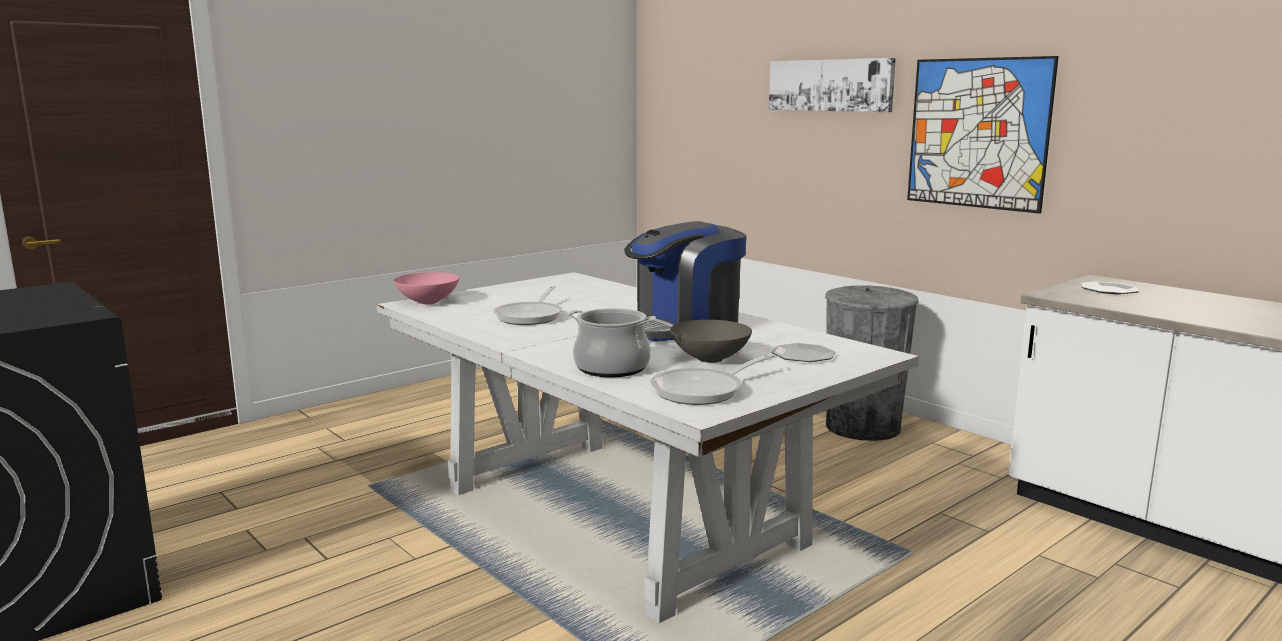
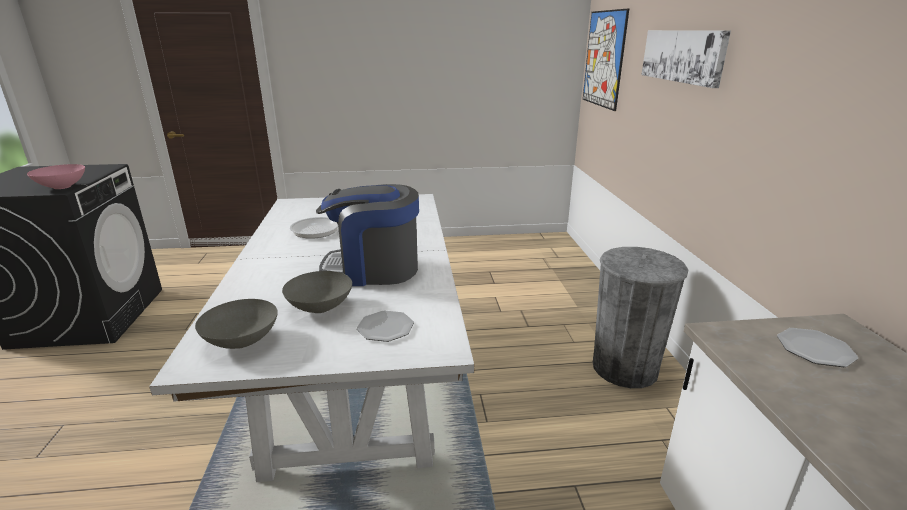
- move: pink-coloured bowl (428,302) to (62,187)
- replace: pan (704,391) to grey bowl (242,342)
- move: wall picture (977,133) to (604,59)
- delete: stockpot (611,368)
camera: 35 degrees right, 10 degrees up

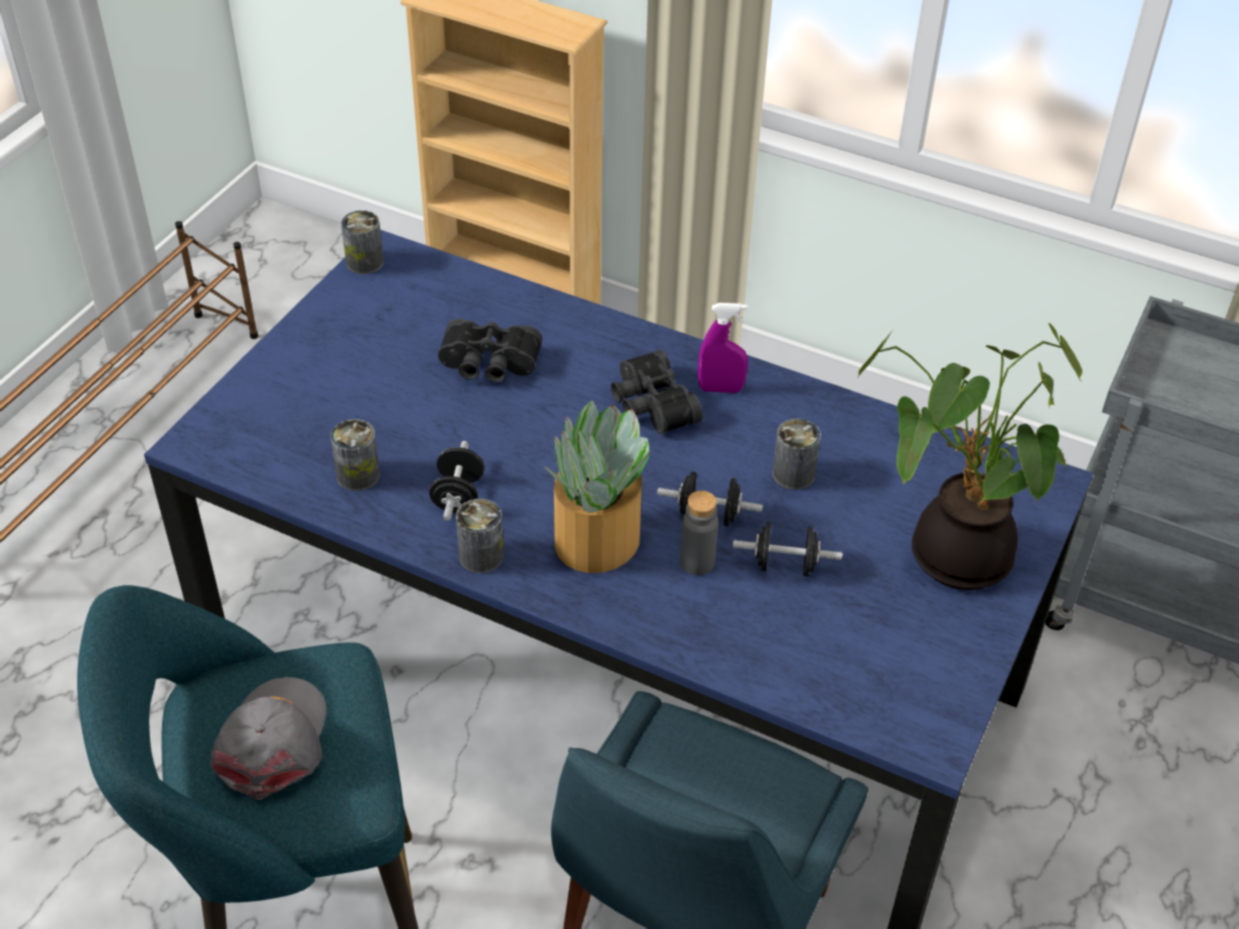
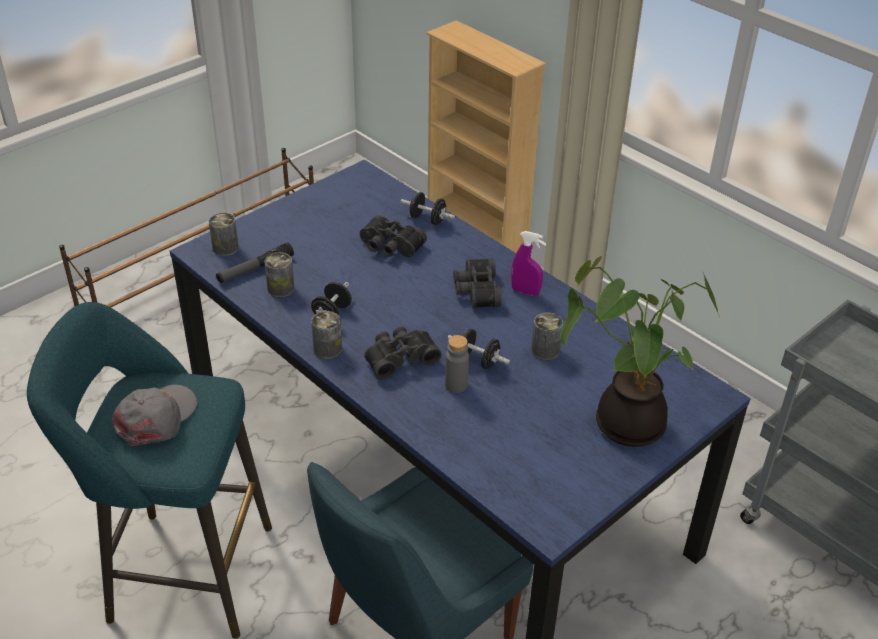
- move: can (364,262) to (225,248)
- insert: torch (255,269)
- replace: potted plant (595,541) to black-coloured field glasses (399,358)
- move: black-coloured free weight (785,565) to (427,220)
camera: 20 degrees right, 5 degrees down

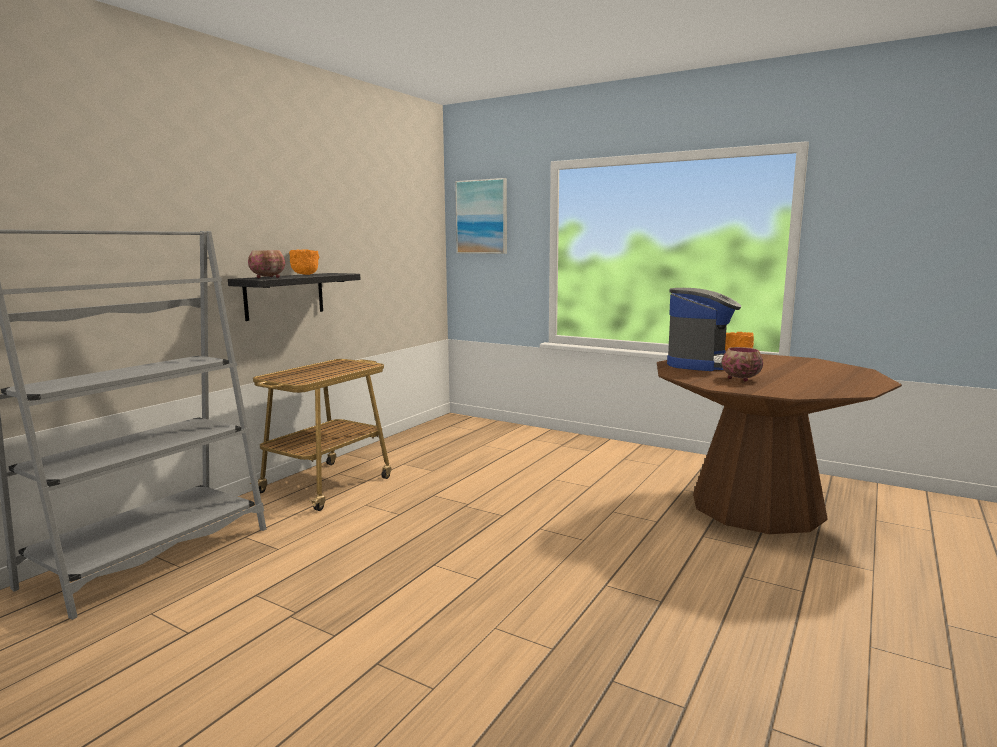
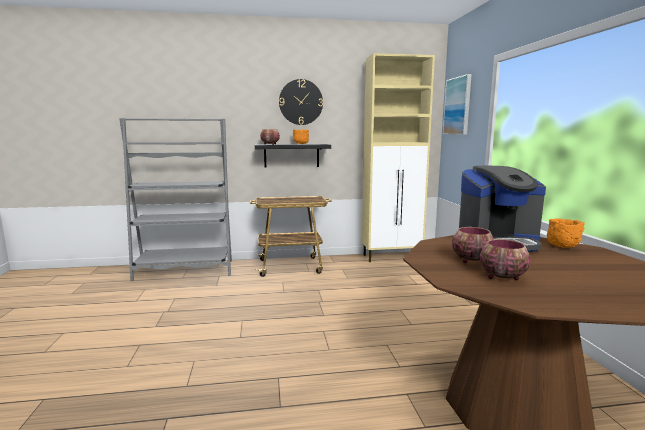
- insert: wall clock (301,102)
- insert: beige cupboard (392,257)
- insert: bowl (501,277)
camera: 50 degrees right, 0 degrees up

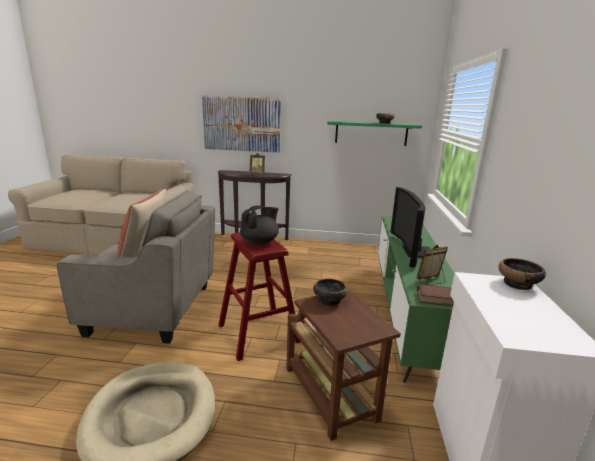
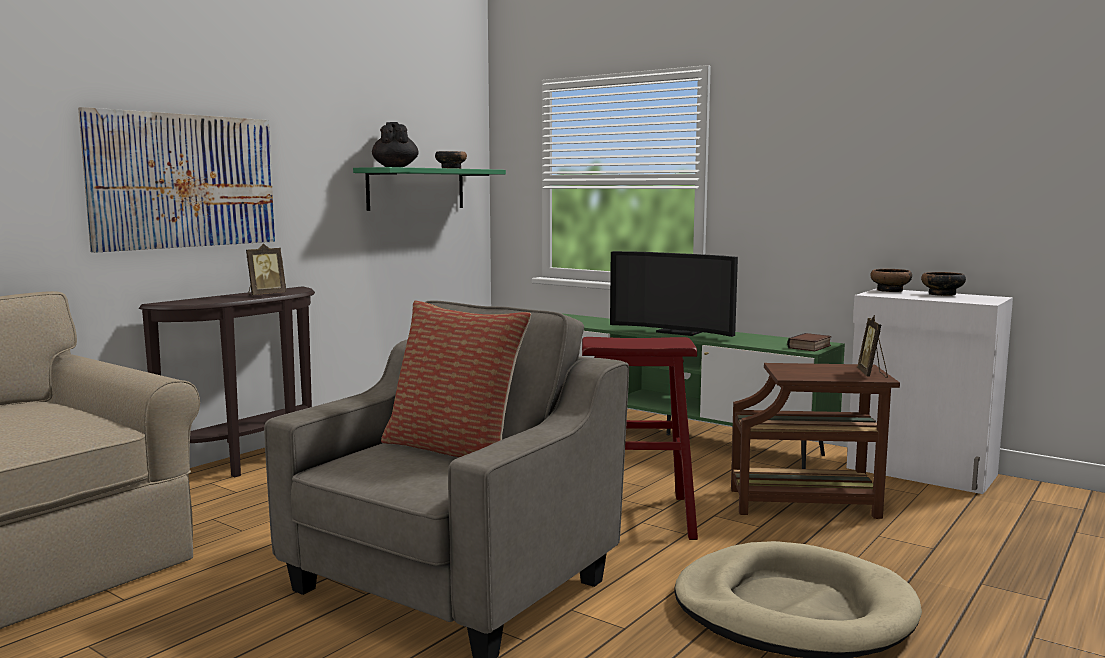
- move: black-coloured teapot (260,242) to (395,167)
- move: picture frame (431,281) to (872,375)
- move: bowl (329,300) to (942,294)
camera: 60 degrees left, 10 degrees down

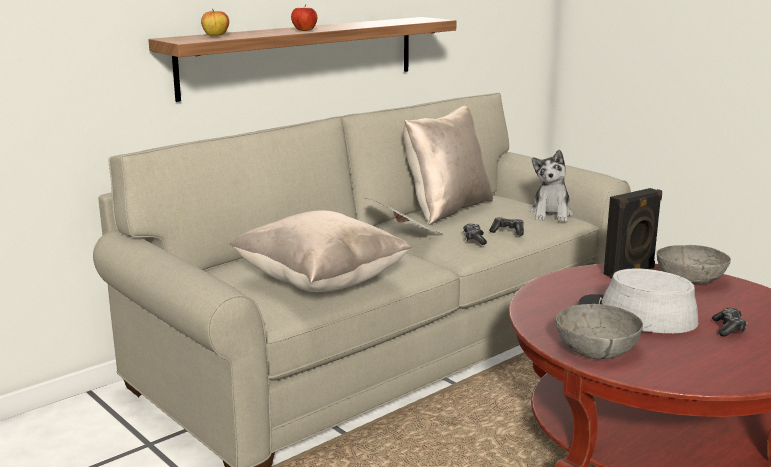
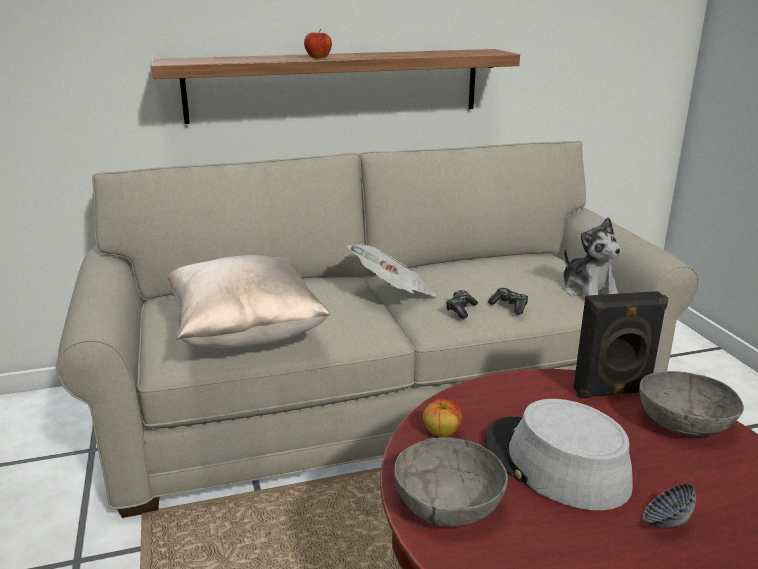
- move: apple (216,35) to (441,432)
- rotate: plush toy (551,214) = (588,292) 60 degrees counterclockwise
- replace: gamepad (728,328) to bowl (665,522)
- delete: beige cushion (446,209)
camera: 25 degrees right, 5 degrees up

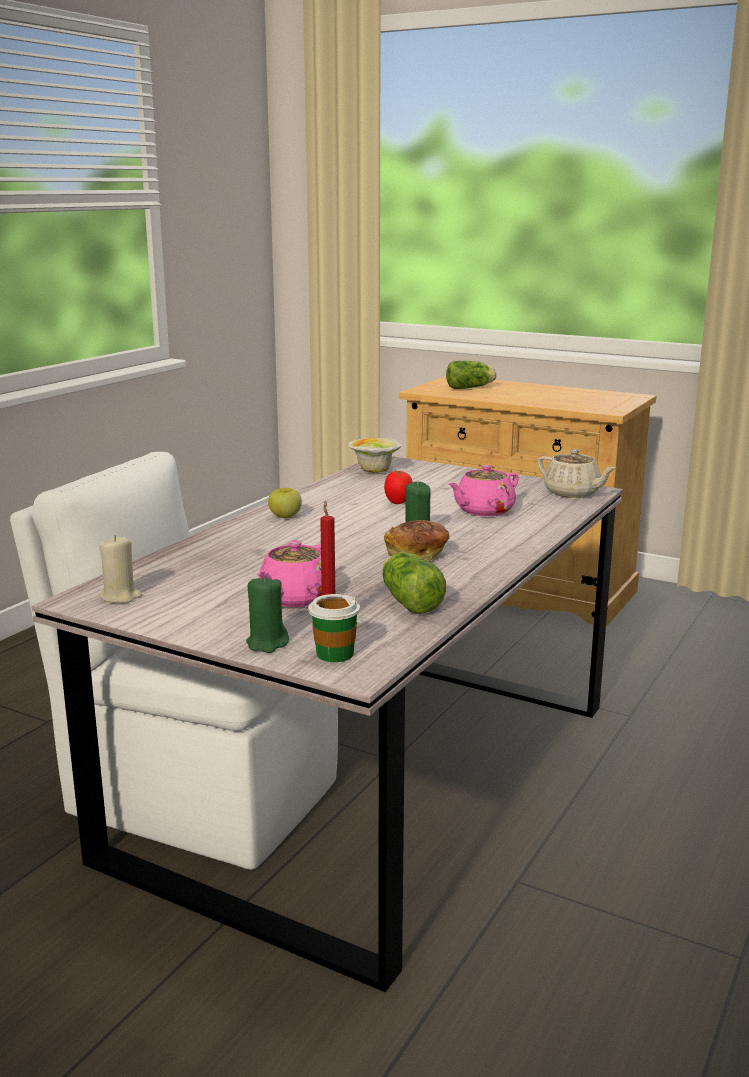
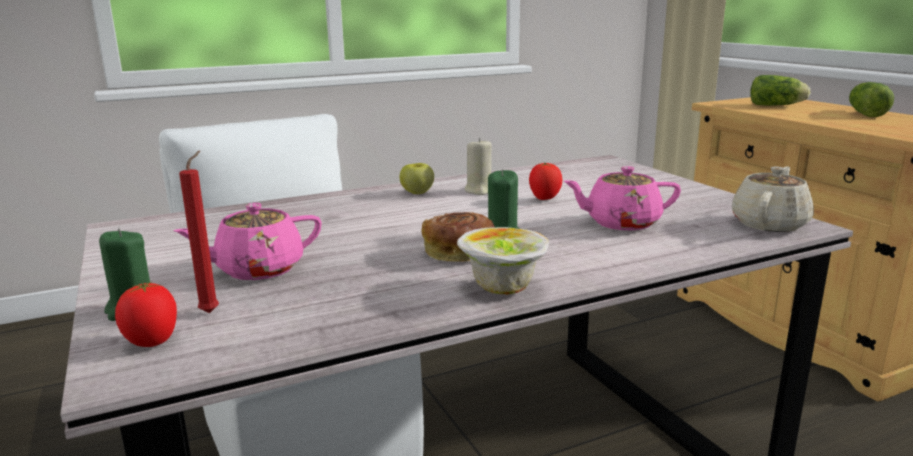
- replace: small cup (334,654) to tomato (153,343)
- move: bowl (374,471) to (502,289)
- move: beige wax light (120,597) to (480,191)
- rotate: beige teapot (573,493) = (770,223) 135 degrees counterclockwise
- move: head of lettuce (409,601) to (865,113)
camera: 35 degrees right, 0 degrees up

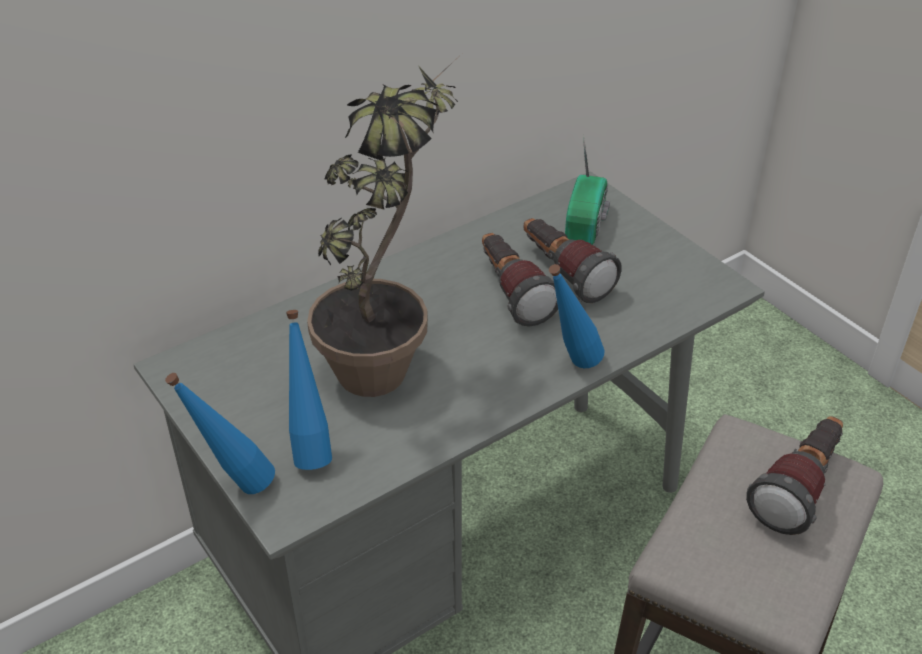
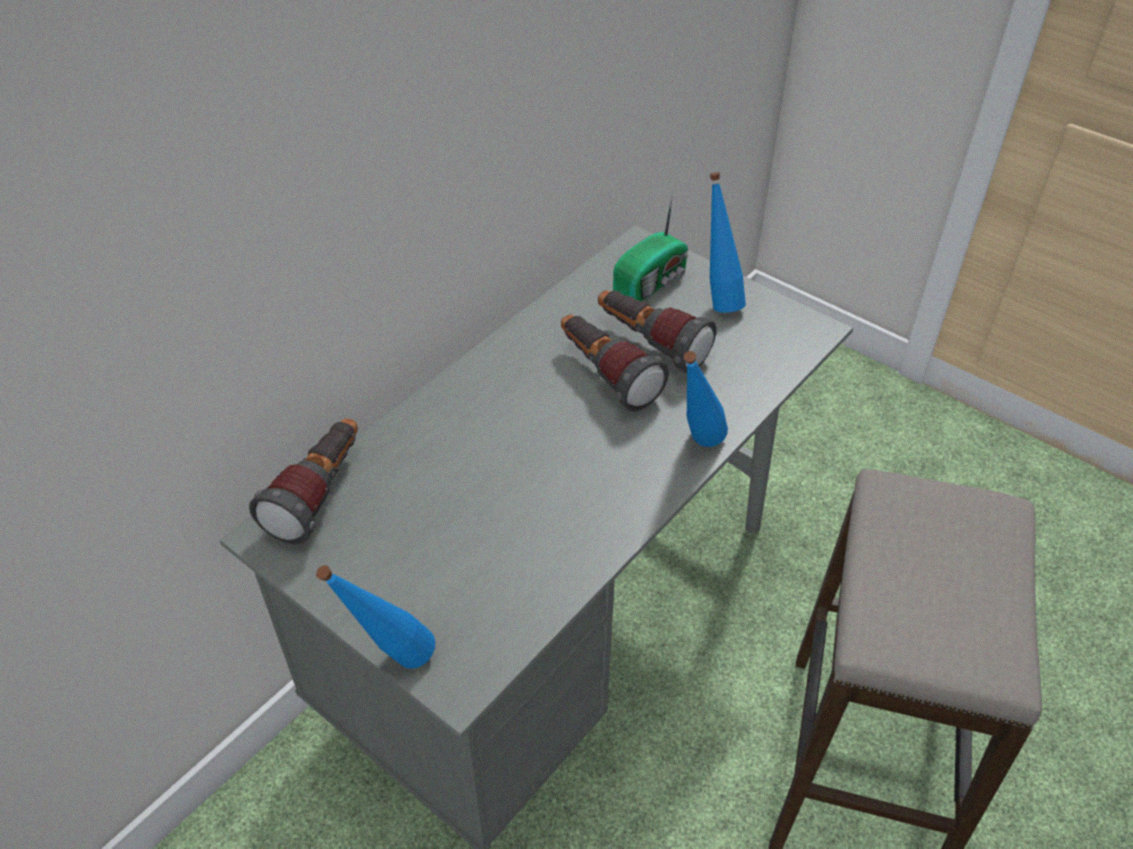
- move: torch (799,488) to (320,494)
- rotate: radio (587,222) = (652,282) 45 degrees clockwise
- move: blue-coloured drink bottle (311,448) to (718,299)
- delete: potted plant (387,358)
camera: 15 degrees left, 5 degrees up

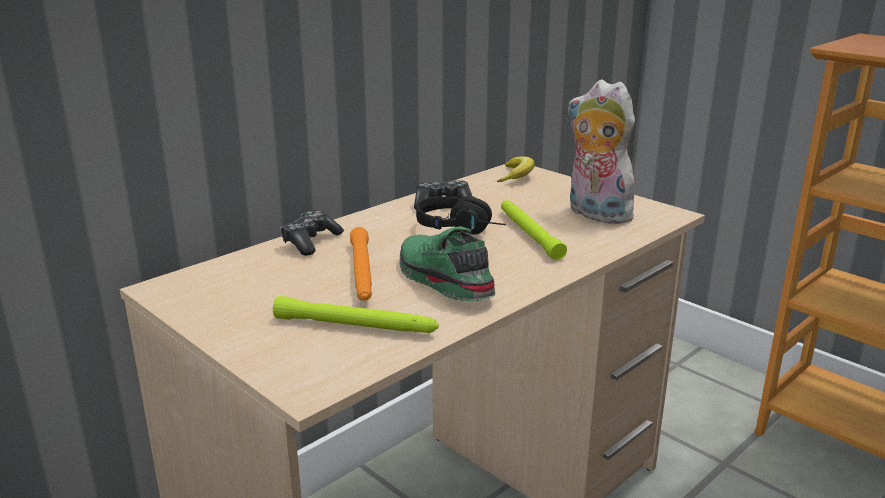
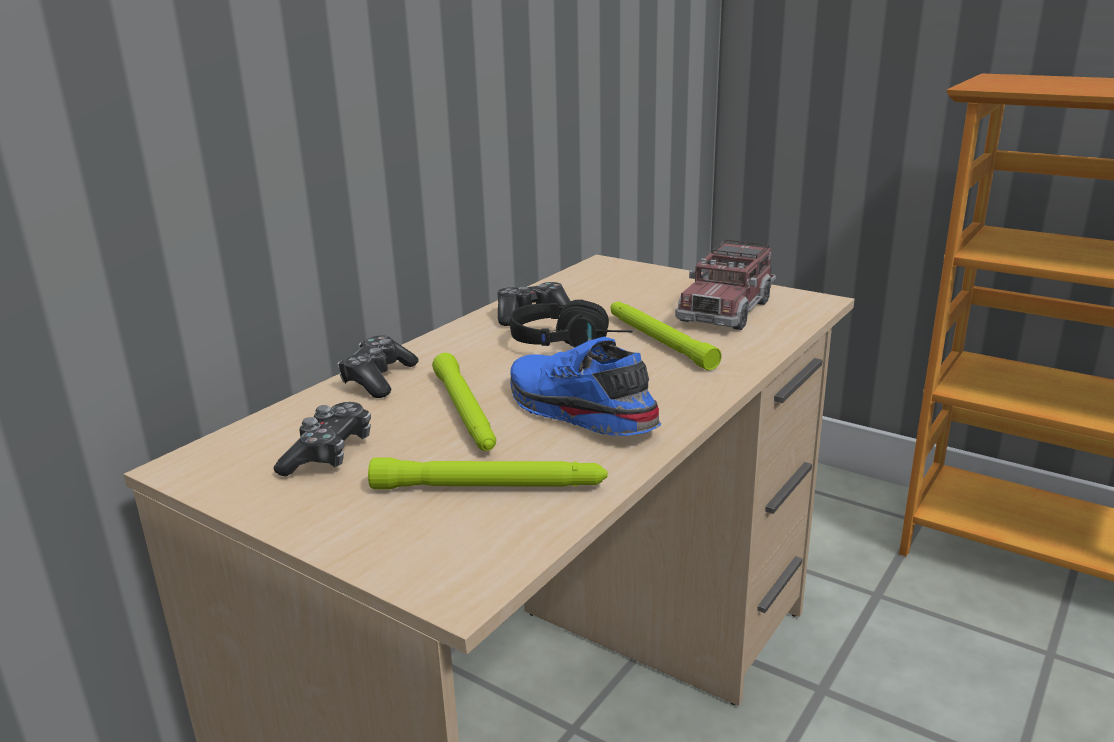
- insert: gamepad (329,454)
- recolor: orange torch (362,272) to greenish torch (465,412)
- recolor: greenish shoe (442,280) to blue-coloured shoe (577,412)
- replace: plush toy (594,214) to toy lorry (726,309)
- delete: banana fruit (516,176)
camera: 10 degrees left, 0 degrees up

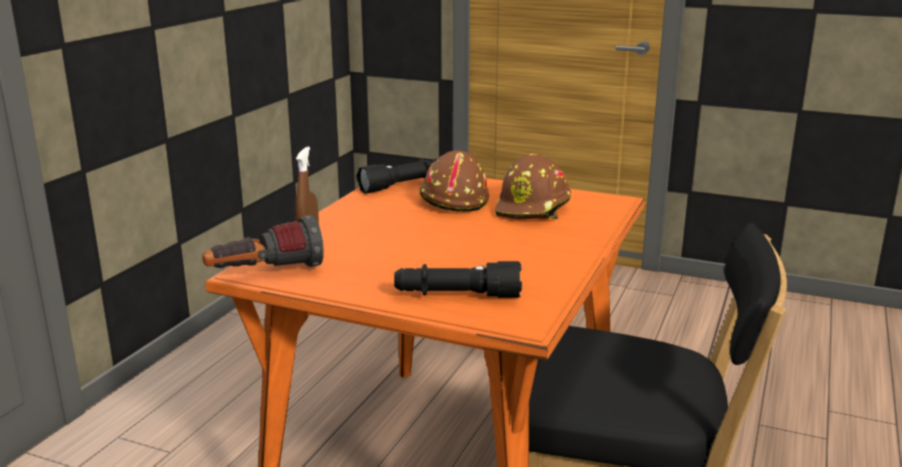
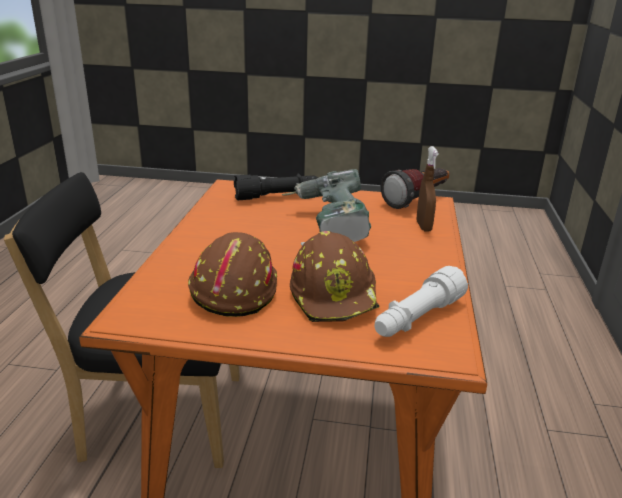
- insert: power drill (327,226)
- recolor: black-coloured torch (403,185) to whitish torch (417,318)
camera: 165 degrees right, 5 degrees up

